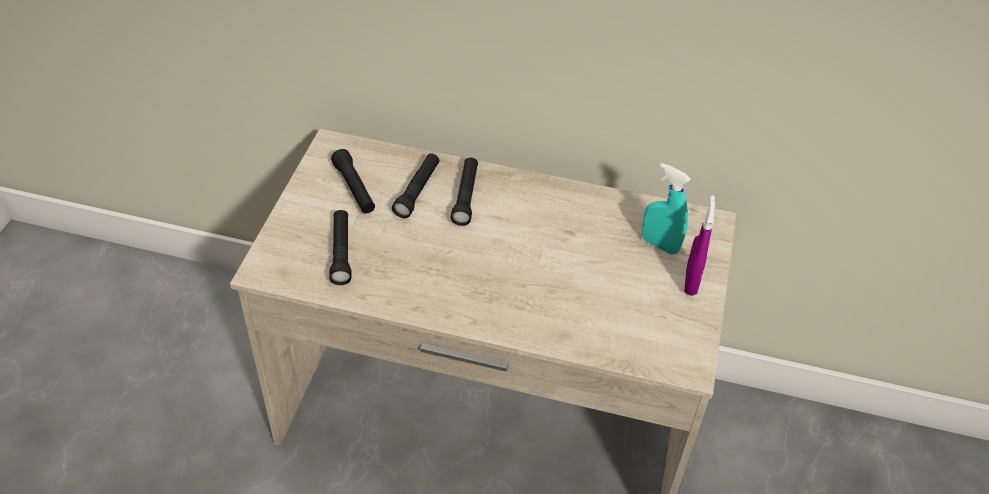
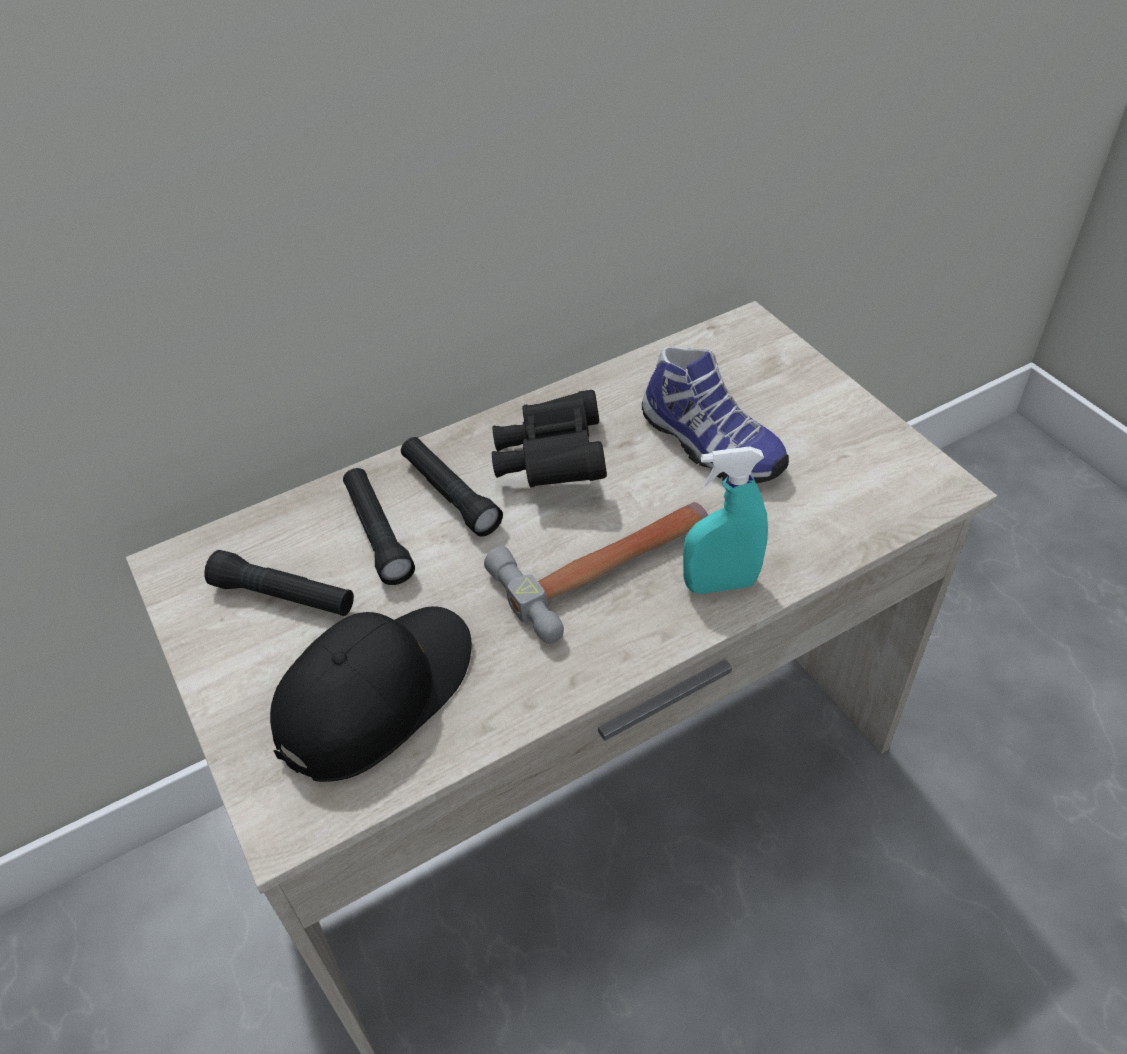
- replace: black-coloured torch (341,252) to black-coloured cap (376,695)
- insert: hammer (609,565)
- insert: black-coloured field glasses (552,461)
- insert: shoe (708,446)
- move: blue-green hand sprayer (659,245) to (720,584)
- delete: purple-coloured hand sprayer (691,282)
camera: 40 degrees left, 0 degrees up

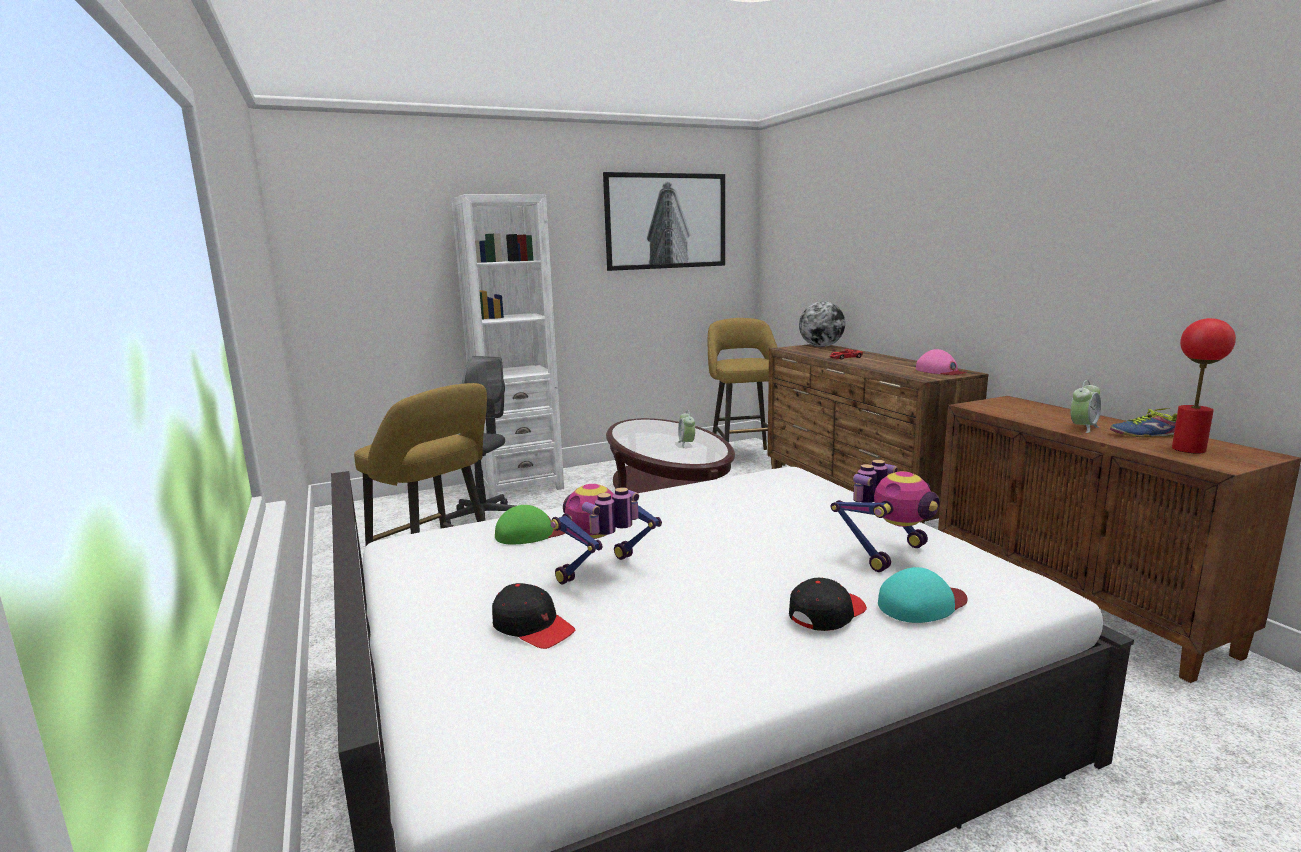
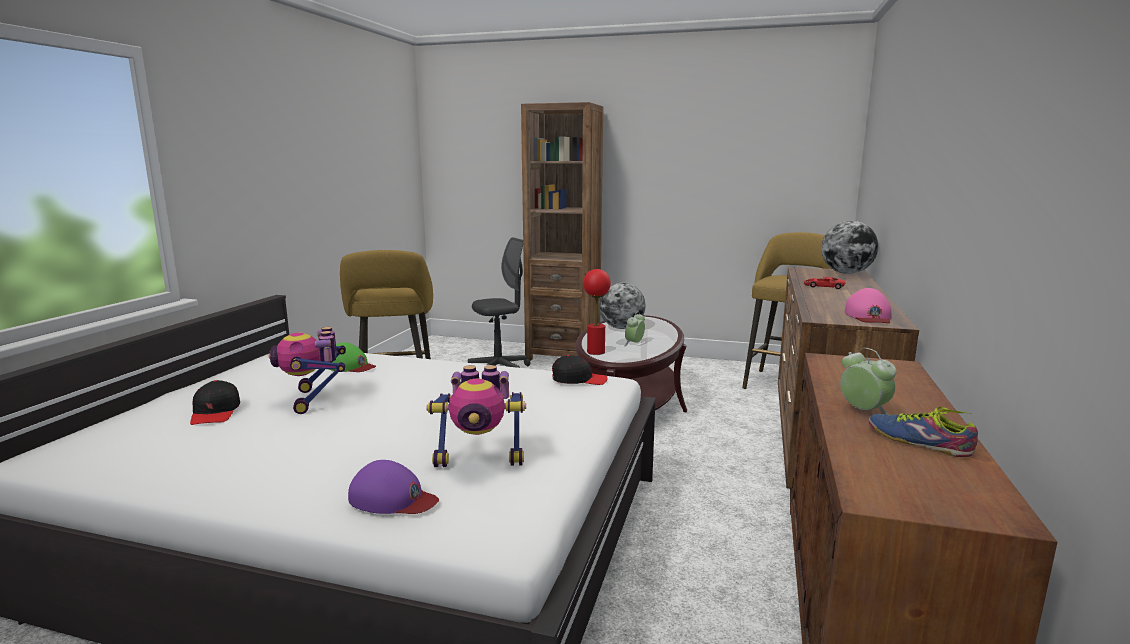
- rotate: toy robot (603,573) = (314,400) 105 degrees counterclockwise
- recolor: blue-green cap (922,604) to purple-coloured cap (392,499)
- recolor: whitish shelving unit (520,485) to brown shelving unit (563,355)
- move: black-coloured cap (826,614) to (578,380)
- move: red lamp for a table (1188,449) to (596,352)
- insert: globe (621,328)
- rotate: alarm clock (1083,428) = (863,411) 120 degrees counterclockwise
- delete: wall picture (665,221)
camera: 40 degrees right, 0 degrees up

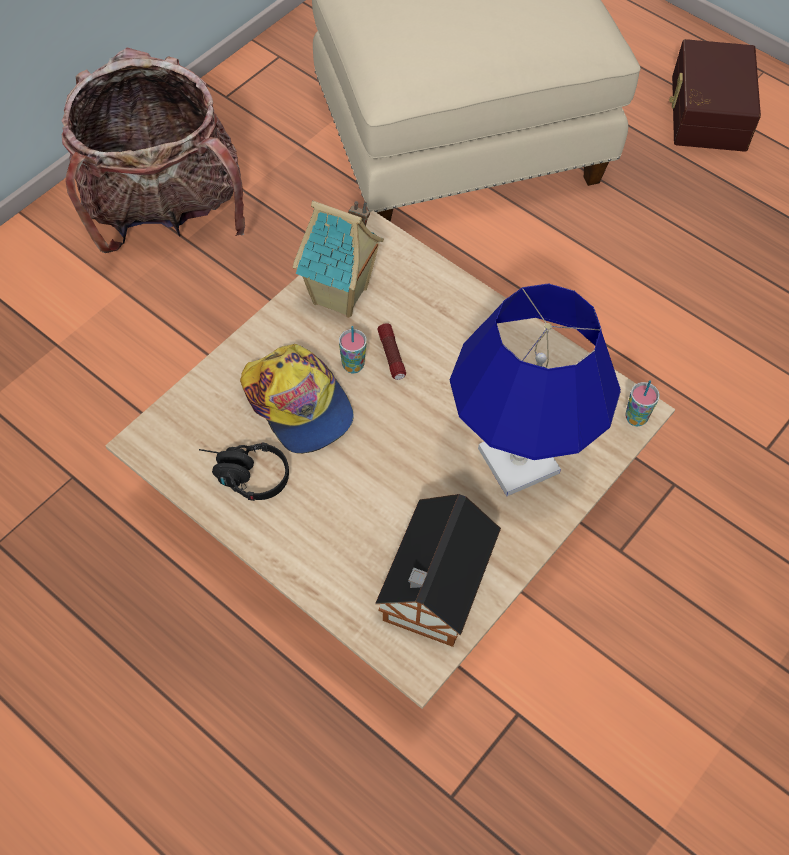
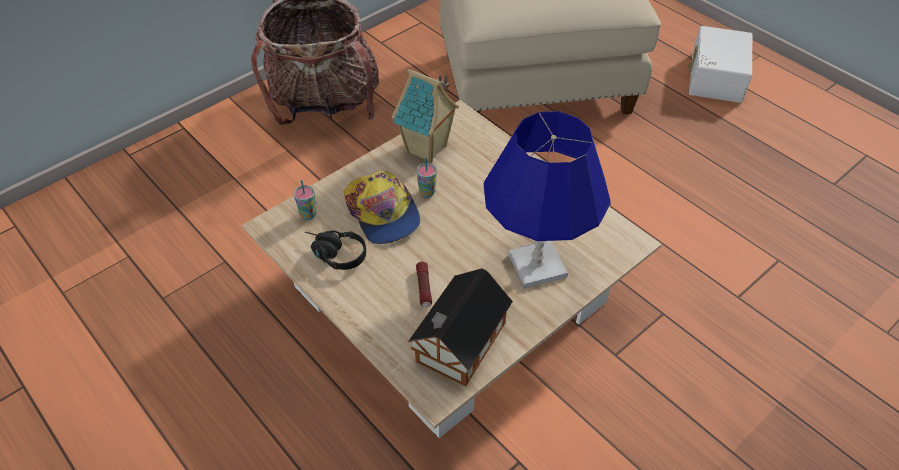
- move: small cup (636,418) to (308,215)
- move: torch (391,356) to (424,288)
- recolor: brown storage container (706,112) to whitish storage container (714,76)
camera: 10 degrees right, 10 degrees down

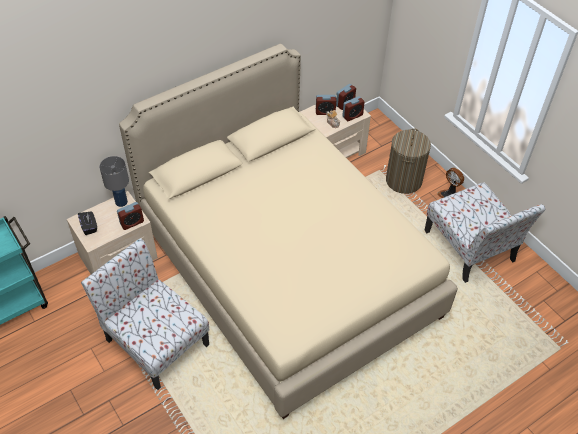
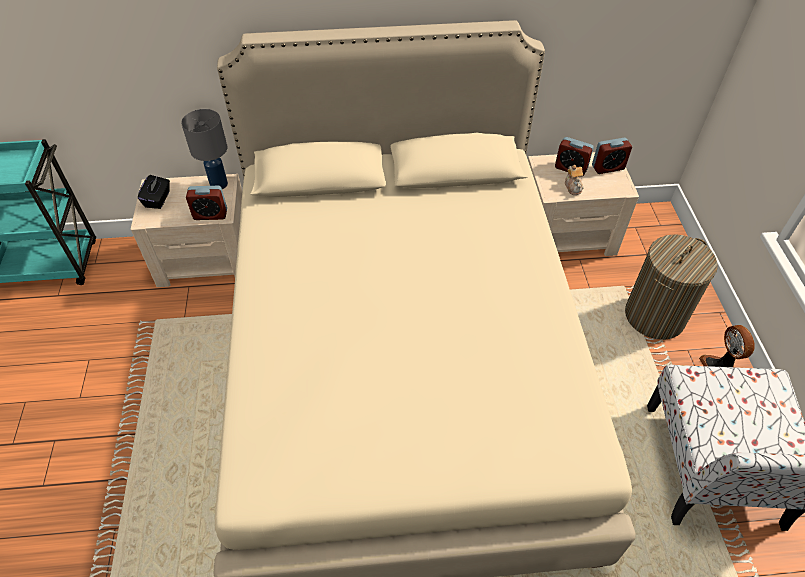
- delete: chair (155,341)
- delete: alarm clock (352,116)
camera: 30 degrees right, 0 degrees up

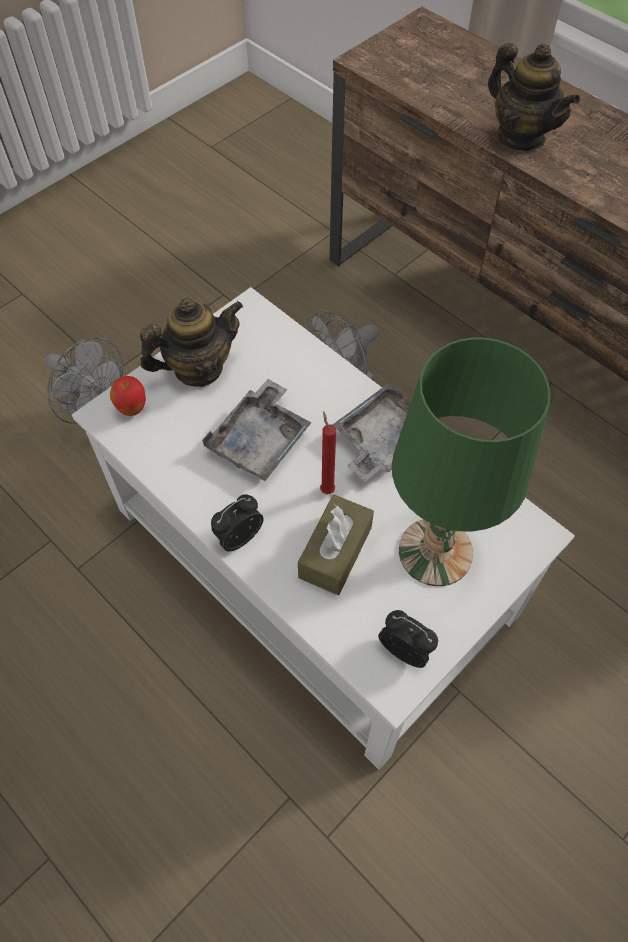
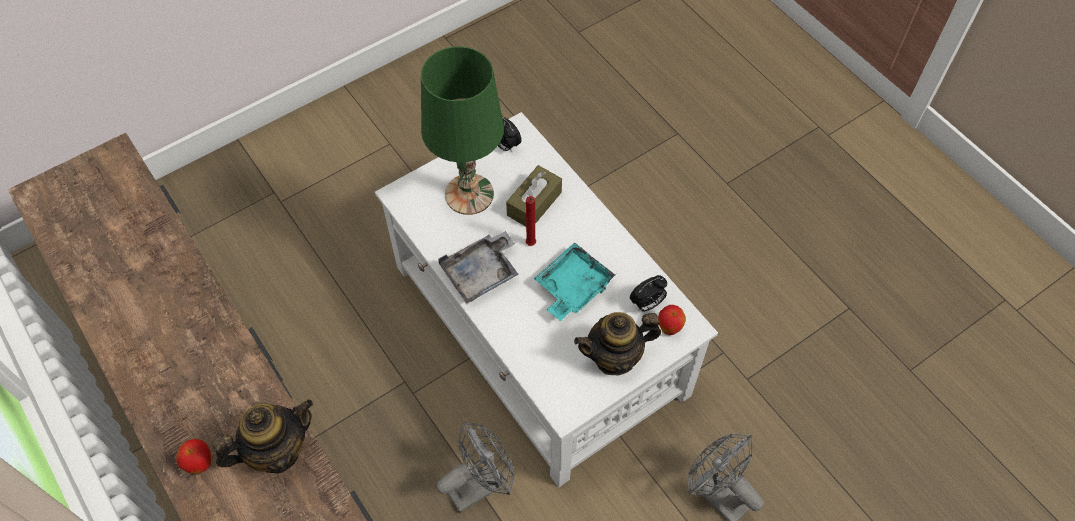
- insert: apple (200,464)
- rotate: teapot (521,137) = (276,450) 90 degrees clockwise
- recolor: grey serving tray (260,440) to blue-green serving tray (572,287)
- move: alarm clock (238,536) to (647,304)
camera: 170 degrees left, 0 degrees up

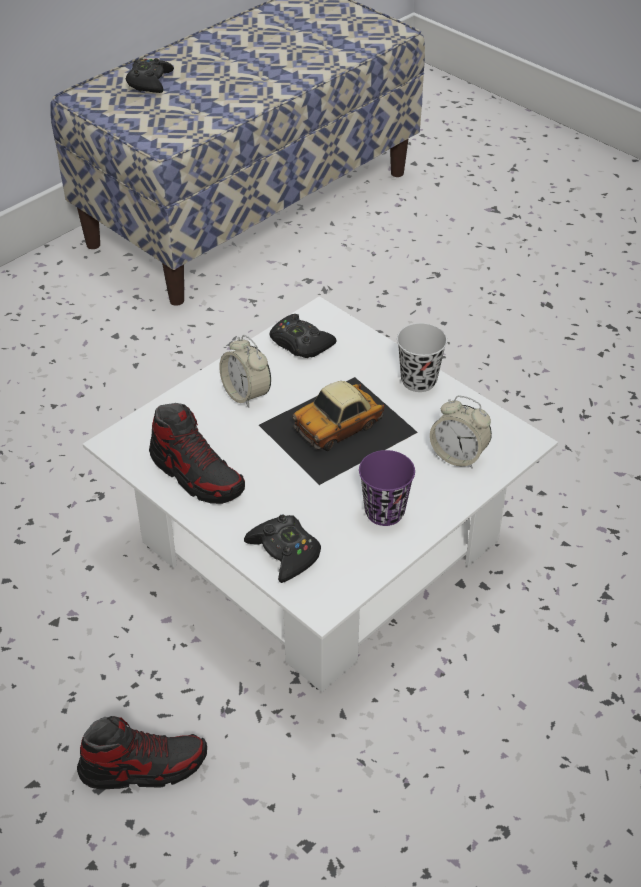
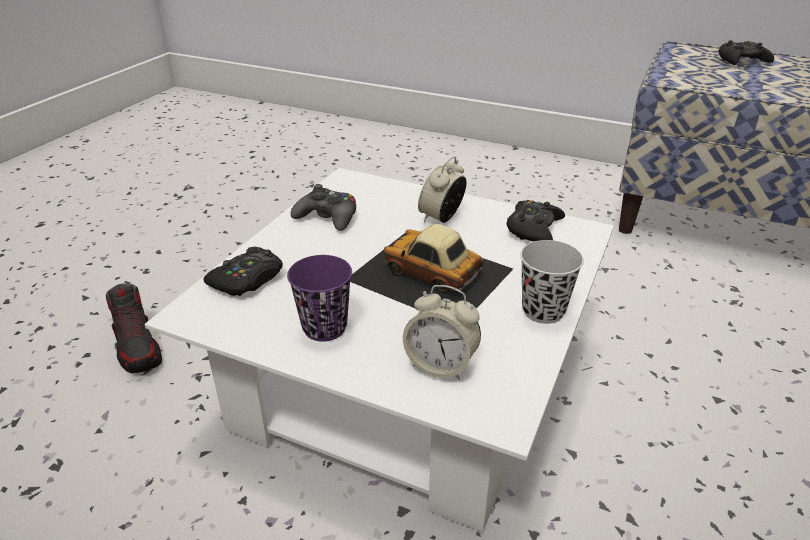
- replace: shoe (197,474) to black-coloured gamepad (327,217)
- rotate: alarm clock (458,455) = (441,365) 75 degrees counterclockwise
camera: 70 degrees right, 10 degrees down

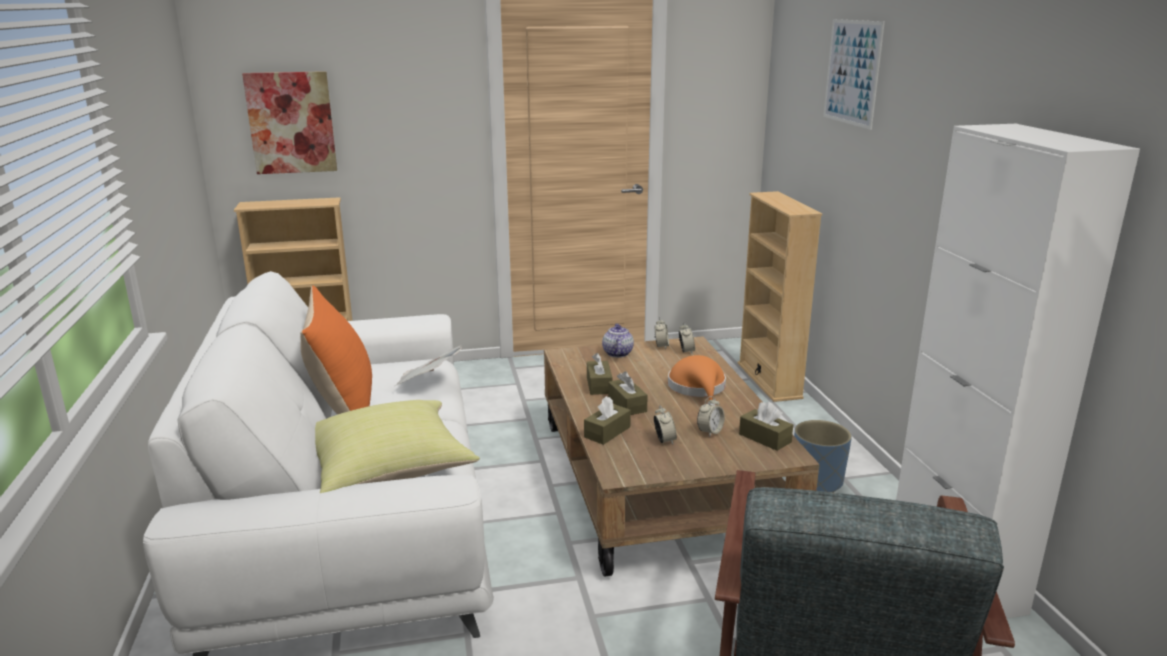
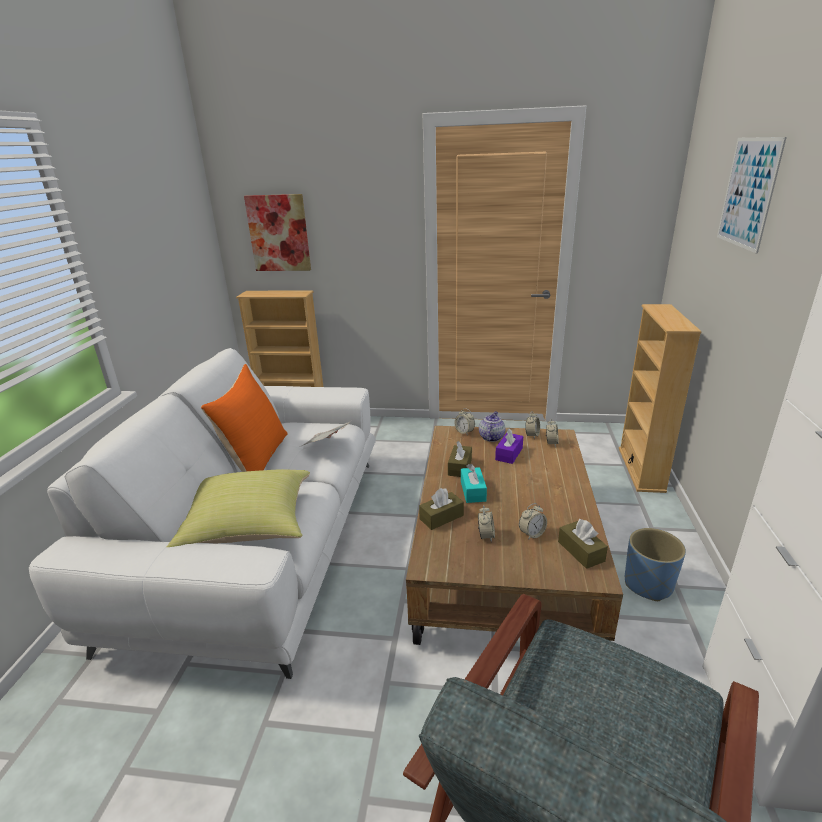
- insert: alarm clock (464,432)
- recolor: brown box of tissues (627,405) to blue-green box of tissues (473,491)
- insert: purple-coloured box of tissues (509,454)
- delete: orange hat (698,389)
camera: 20 degrees right, 5 degrees up

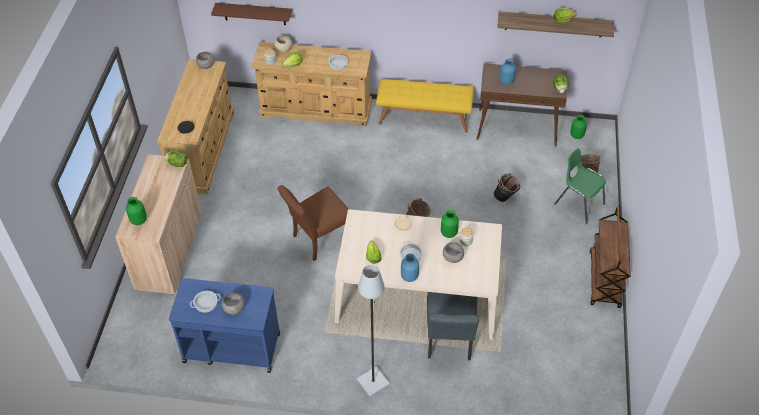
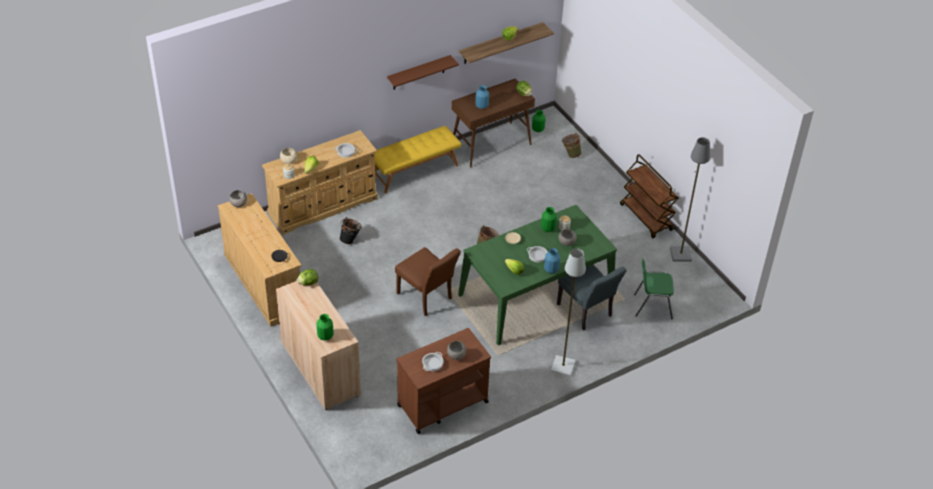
- move: black-coloured bucket (505,198) to (351,240)
- move: brown bracket shelf (254,13) to (418,73)
- rotate: brown chair (318,240) = (427,298) 60 degrees counterclockwise
- recolor: blue-coloured wheeled cart (231,347) to brown wheeled cart (442,404)
- recolor: beige dining table (418,294) to greenish dining table (536,295)
- move: greenish chair (579,204) to (652,306)
- insert: grey standard lamp (680,255)
camera: 40 degrees left, 5 degrees down

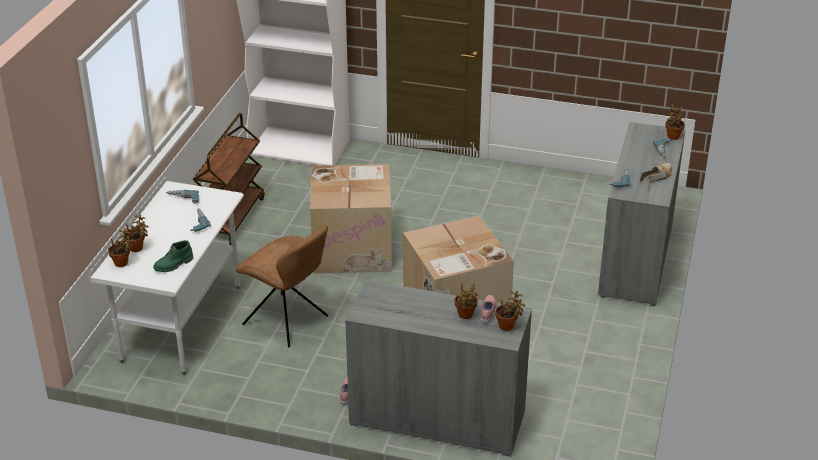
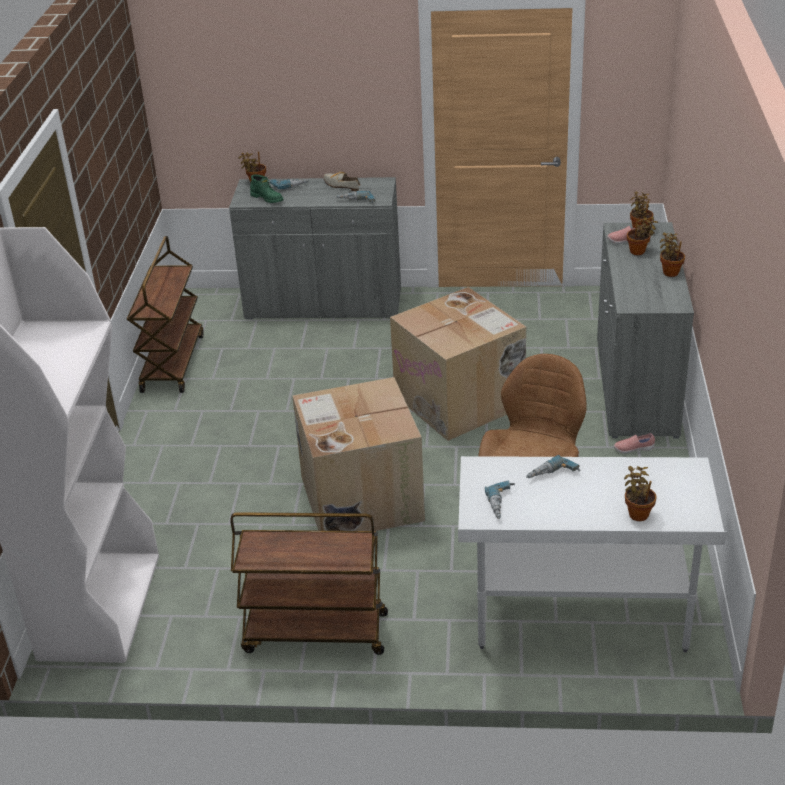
- insert: brown wheeled cart (172,362)
- move: greenish boot (174,265) to (267,198)
- move: potted plant (123,263) to (670,272)
camera: 100 degrees left, 0 degrees up

